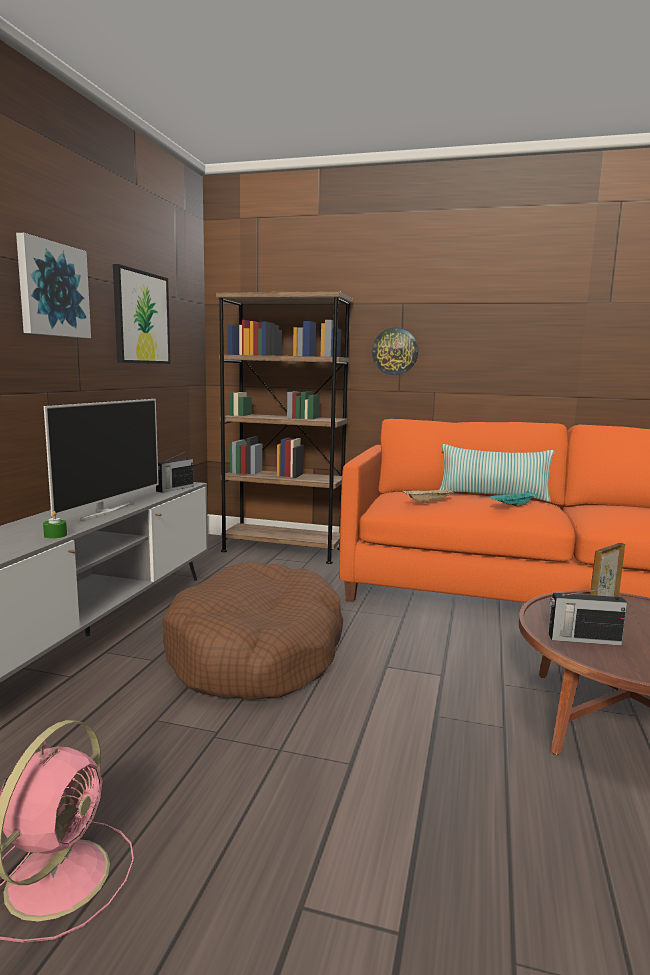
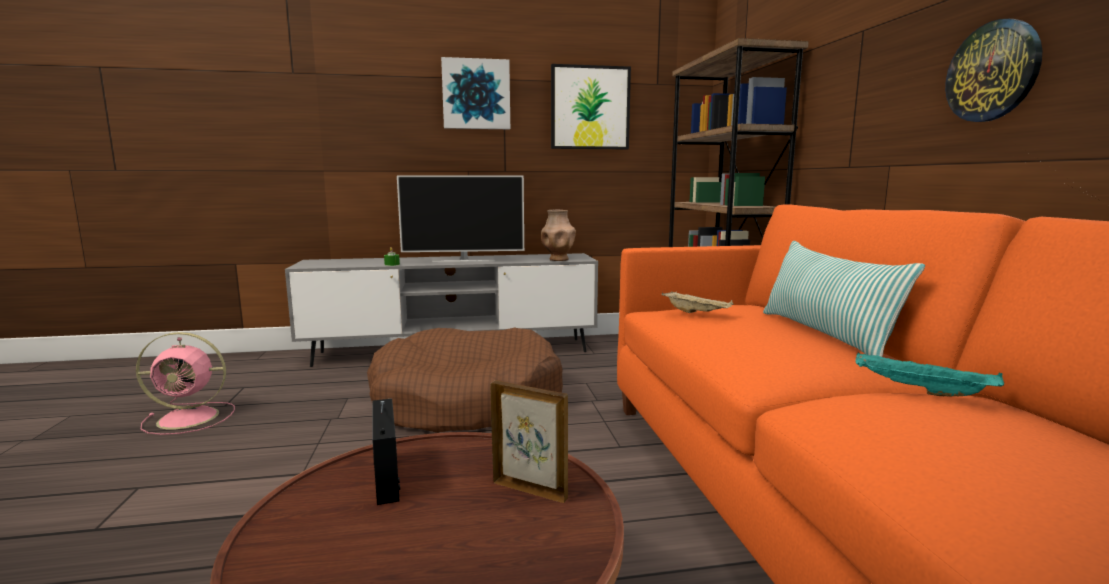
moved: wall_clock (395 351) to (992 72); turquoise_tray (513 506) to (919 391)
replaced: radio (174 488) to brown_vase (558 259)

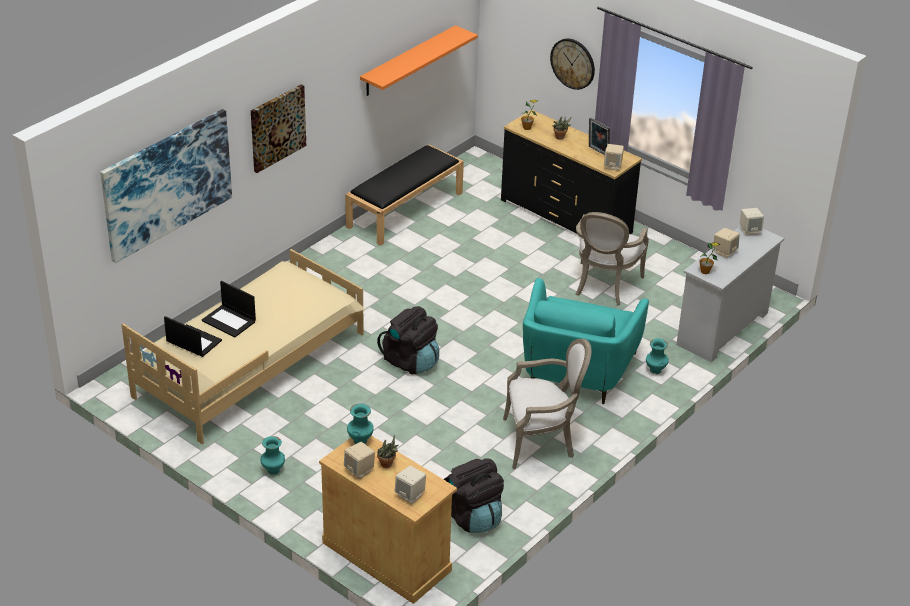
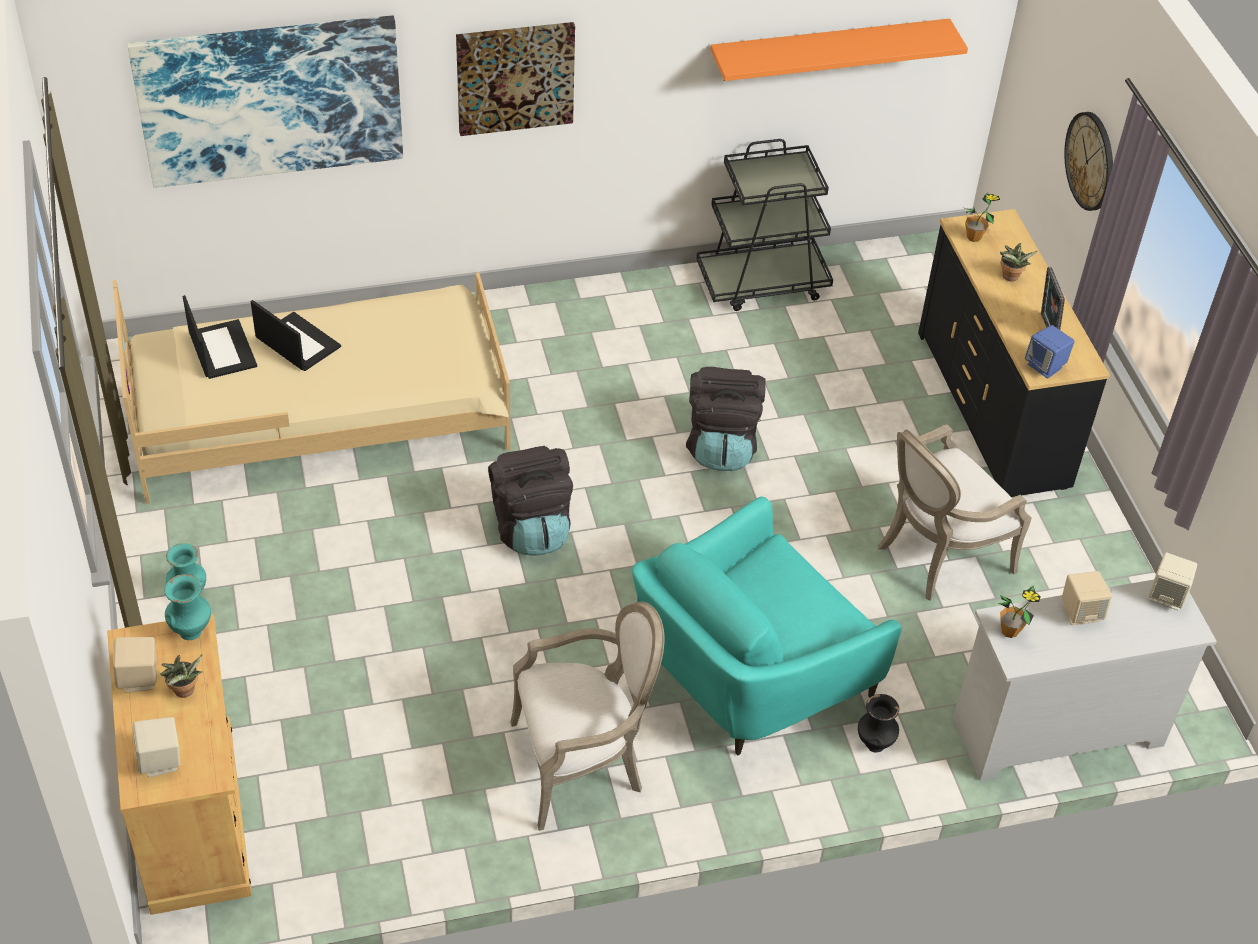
moved: black_backpack (473 516) to (721 446)
replaced: black_bench (405 209) to black_cart (763 282)
recoloured: beige_speaker (613 166) to blue_speaker (1045 366); turquoise_vase (655 371) to black_vase (874 744)
turned: laptop (229 321) = (296 342) 150 degrees clockwise; armchair (542 441) = (583 764) 45 degrees counterclockwise

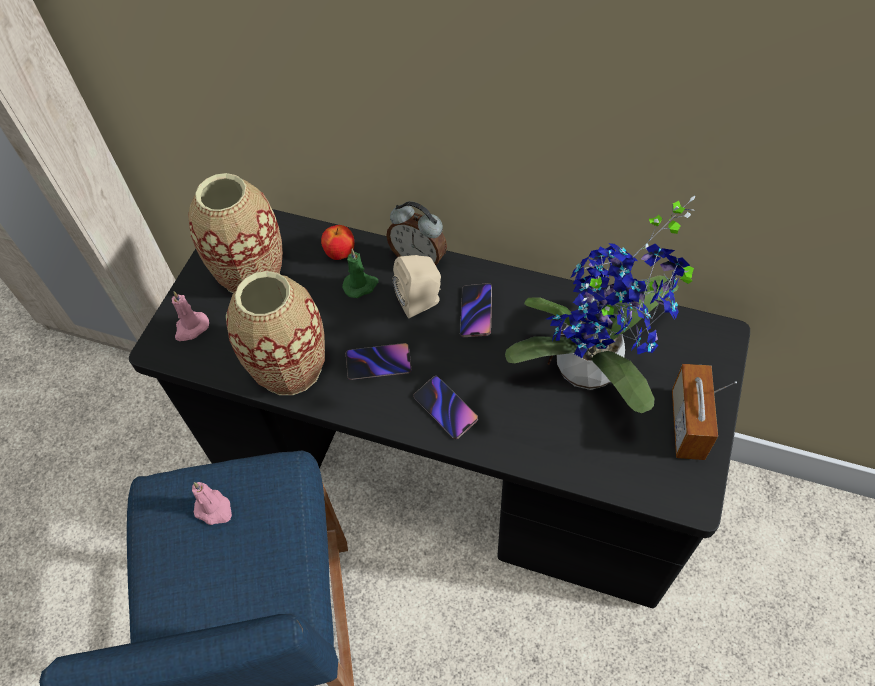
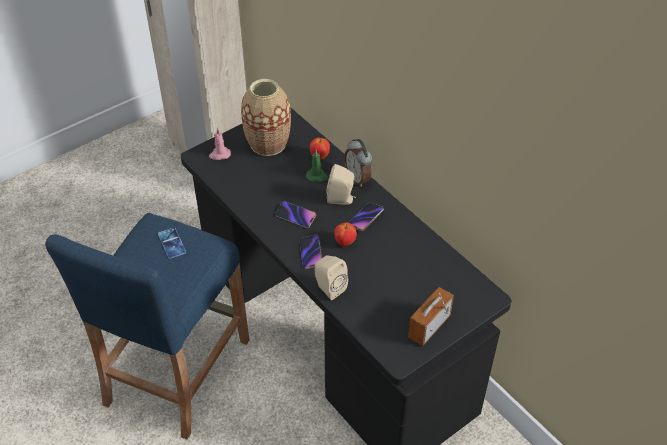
removed: vase (290 367); potted_plant (594 371)
added: beige_speaker (329 288); apple (345 242)
replaced: pink_candle (214 509) to phone (171 243)

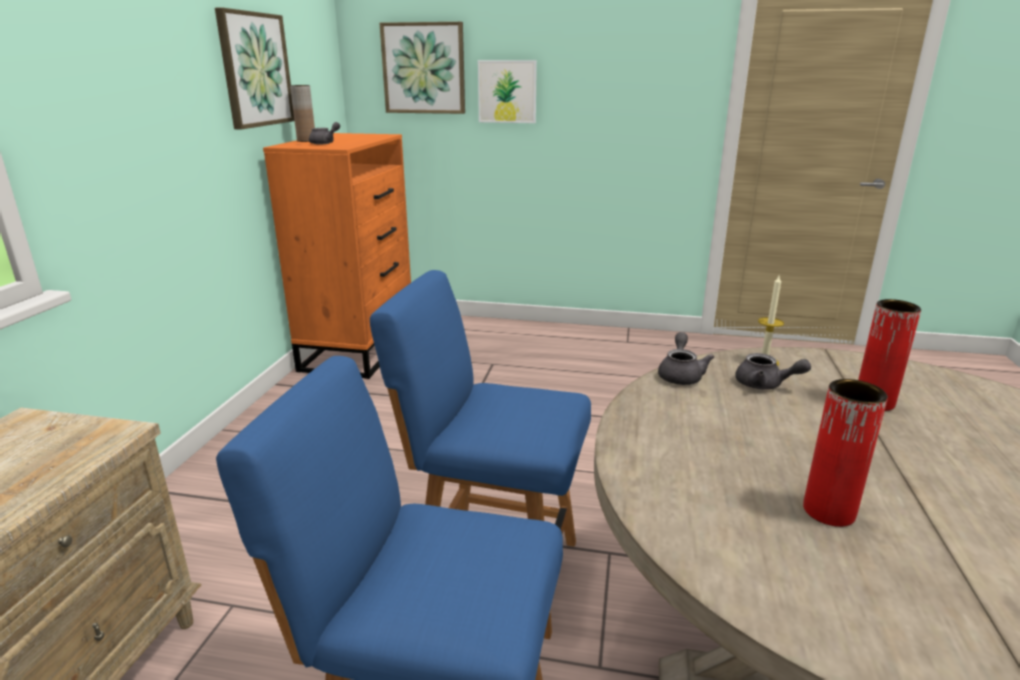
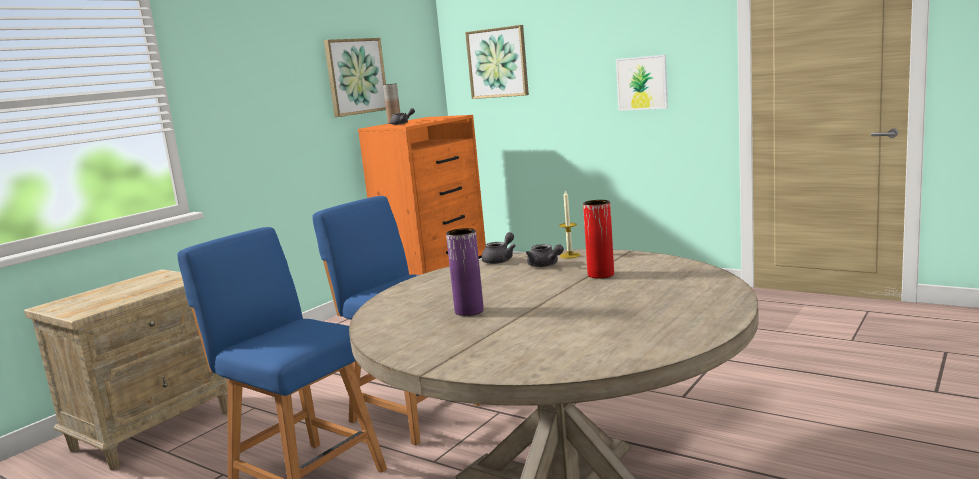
moved: picture (507 91) to (642 83)
recoloured: red_vase (828 511) to purple_vase (469 311)

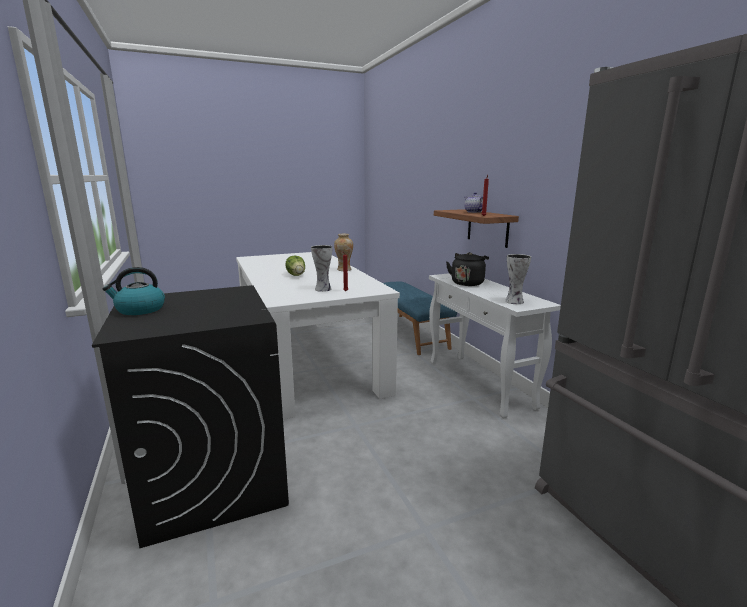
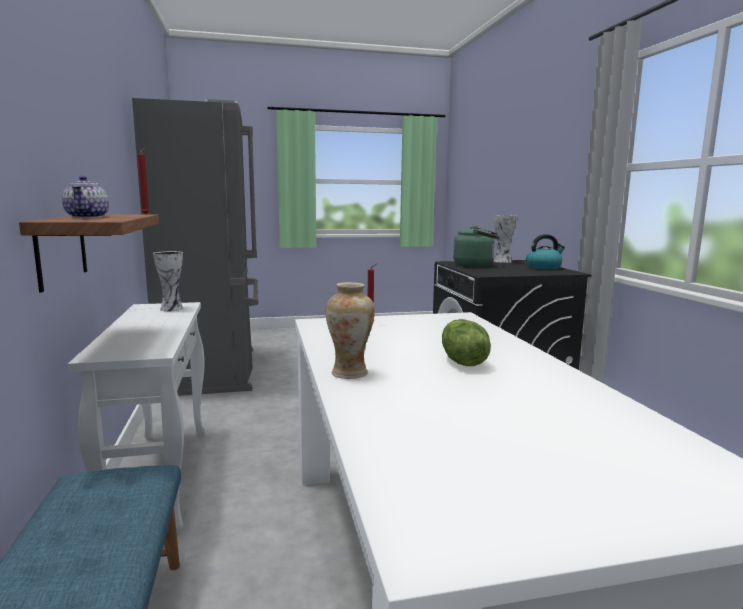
removed: black_kettle (467 283)
added: green_kettle (476 265)
moved: vase (323 289) to (502 261)

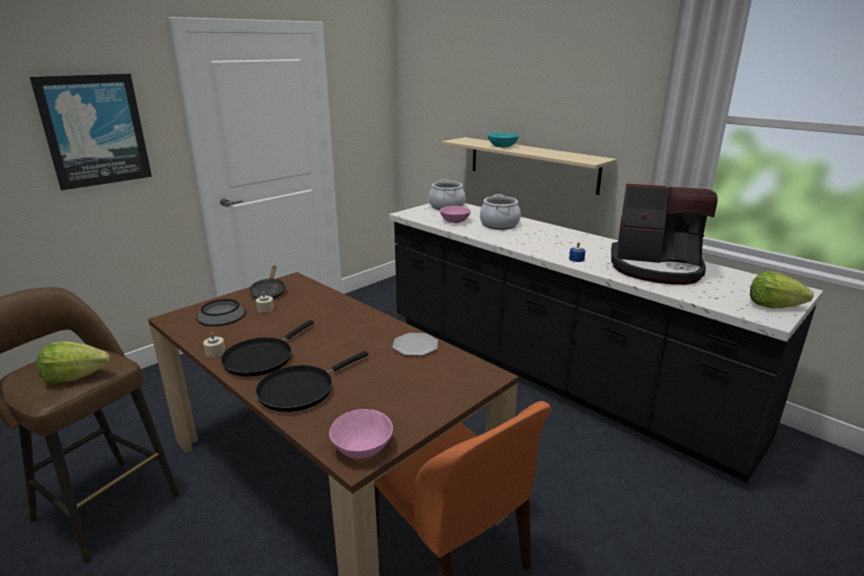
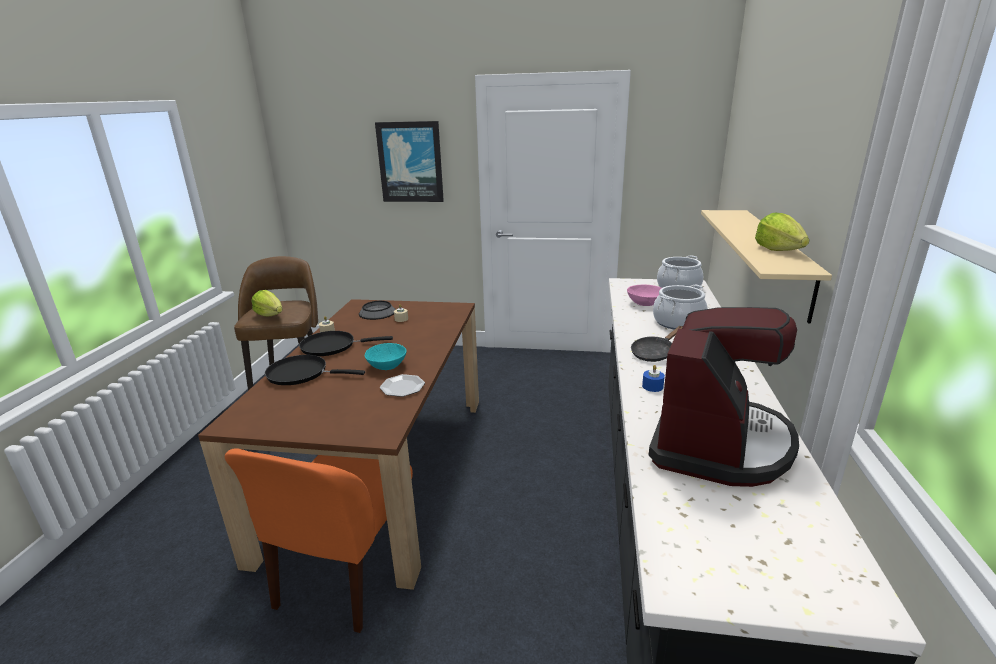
removed: pink_bowl (363 447)
moved: black_frying_pan (269 292) to (654 353); turquoise_bowl (502 146) to (387 365); lettuce (773 305) to (778 250)
turned: coffee_machine (656 268) = (718 443) 135 degrees counterclockwise

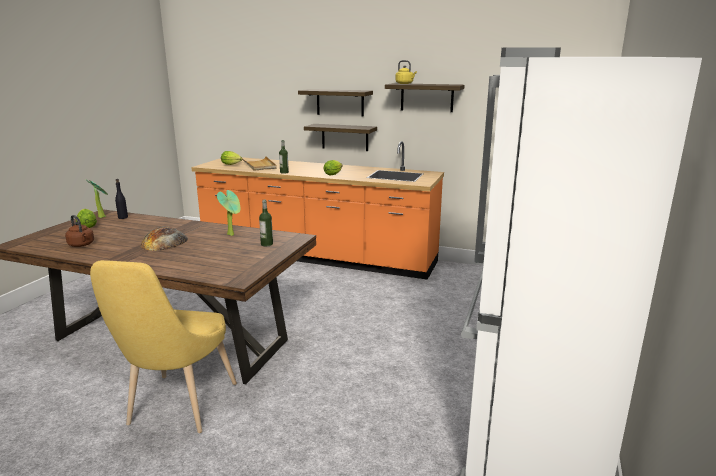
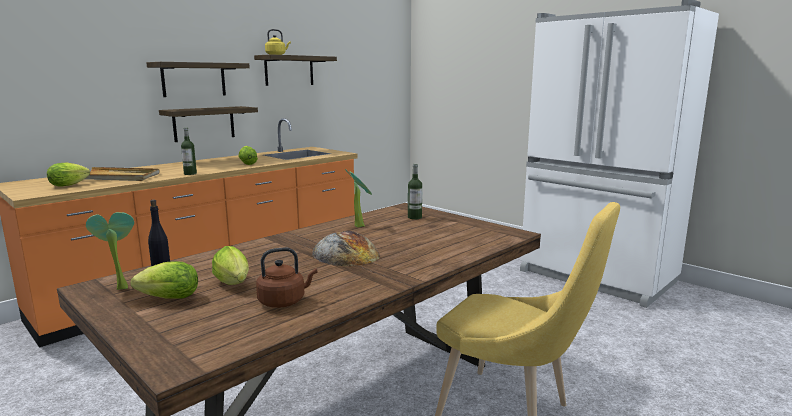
added: lettuce (234 284)

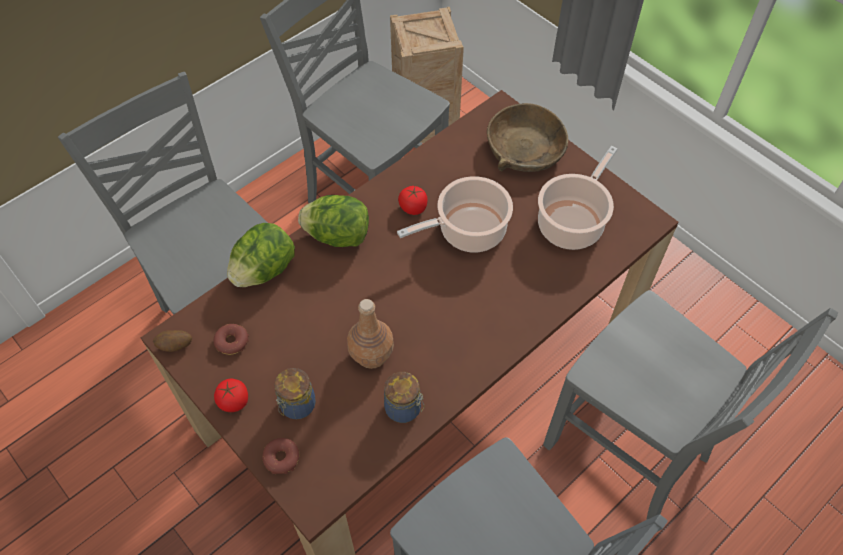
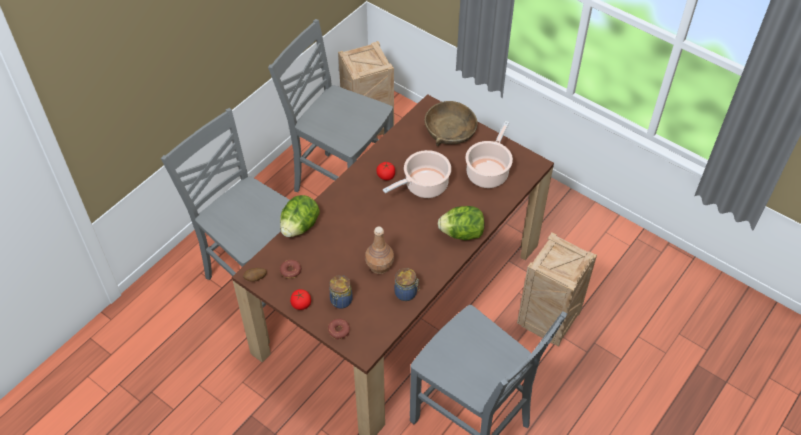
moved: lettuce (338 236) to (462 233)
replaced: grey_chair (629 453) to crate (548 323)

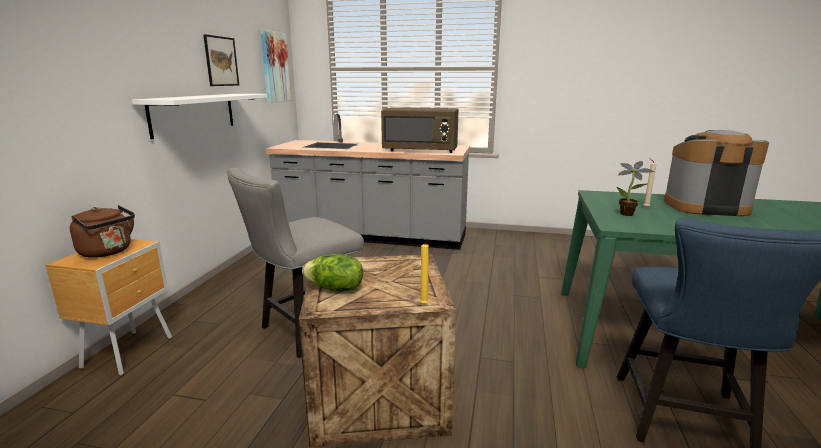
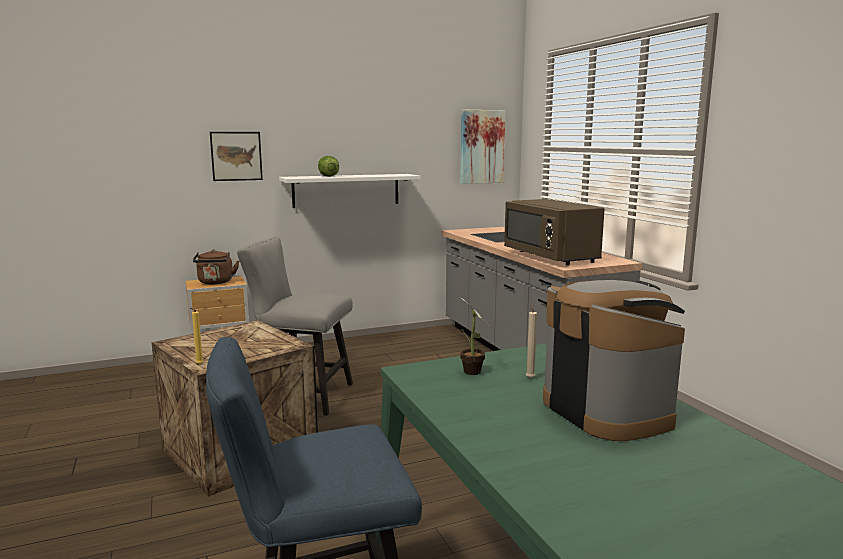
moved: picture (221 61) to (236 156); lettuce (335 289) to (327 176)

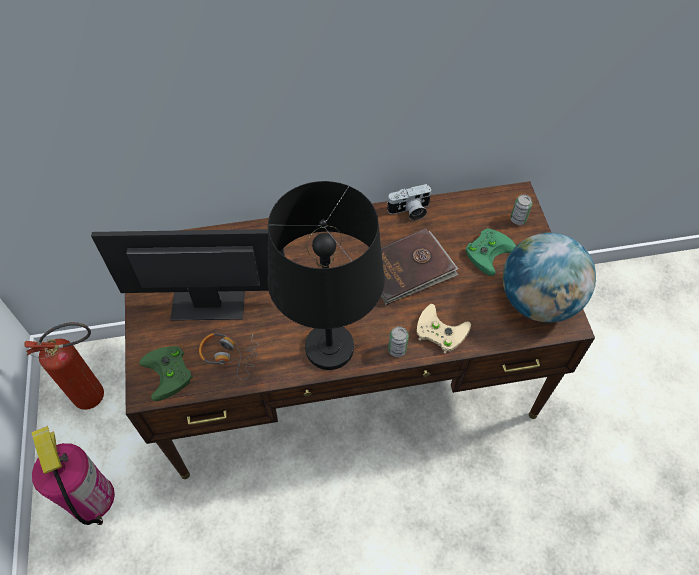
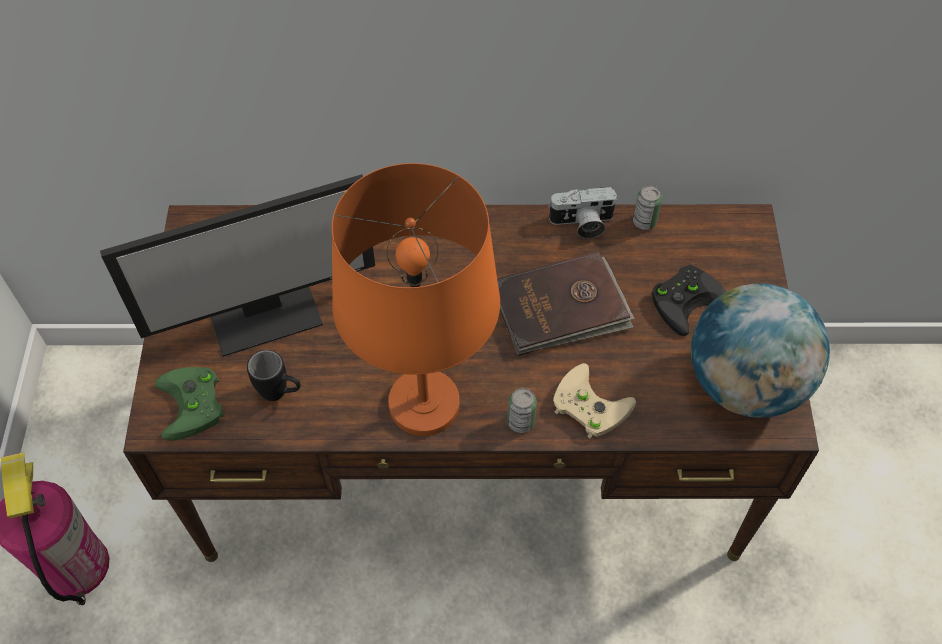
removed: fire_extinguisher (97 394)
moved: can (518 219) to (644 221)
replaced: headphones (229 356) to black_mug (281 393)
recoloured: black_table_lamp (330 347) to orange_table_lamp (425 403); green_game_controller (488 251) to black_game_controller (686 299)
turned: monitor (207 302) = (265 313) 150 degrees clockwise

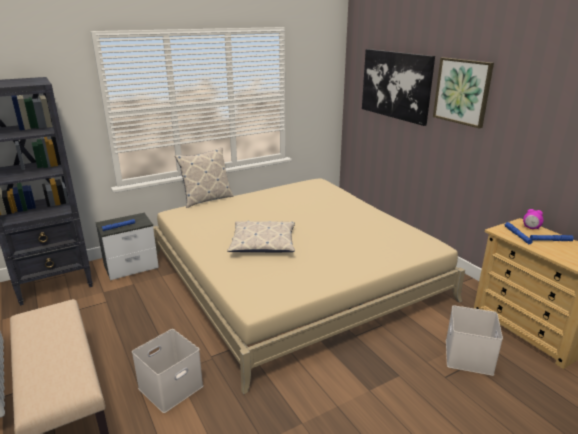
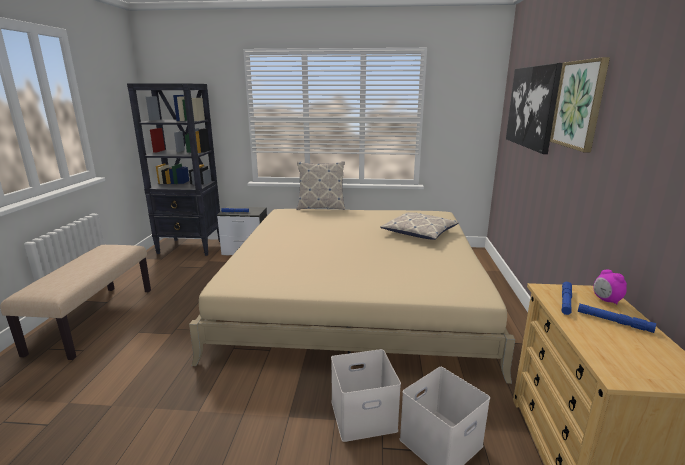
moved: white_storage_box (171 386) to (364 414); pillow (263 243) to (419 232)

